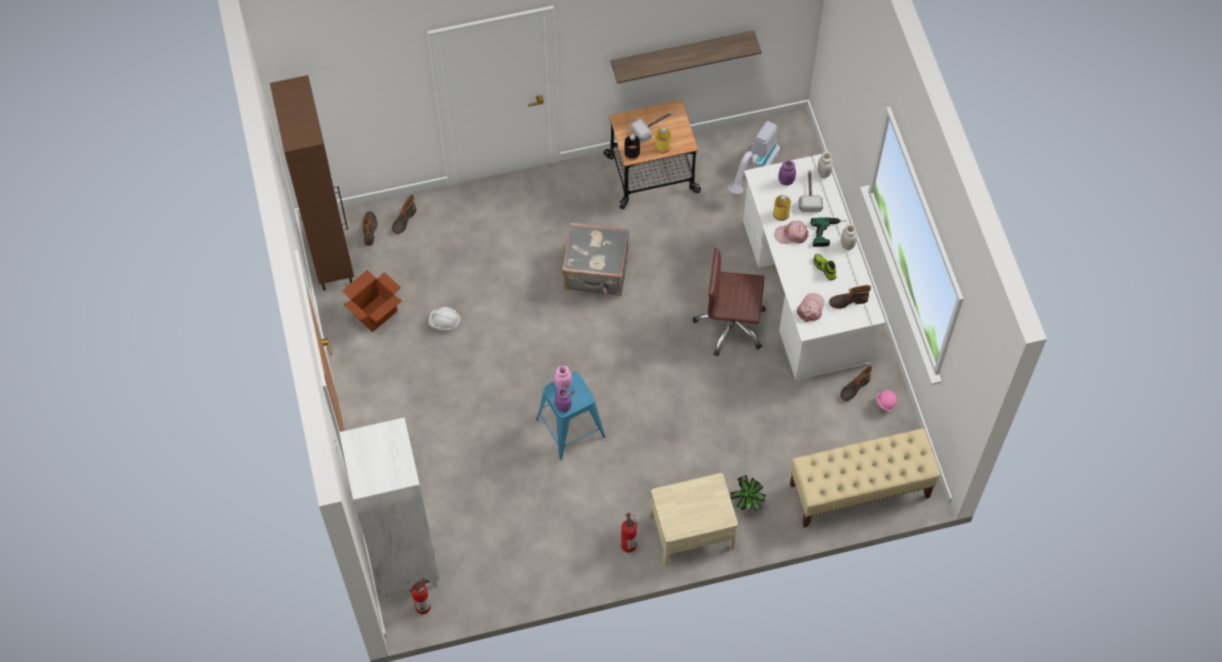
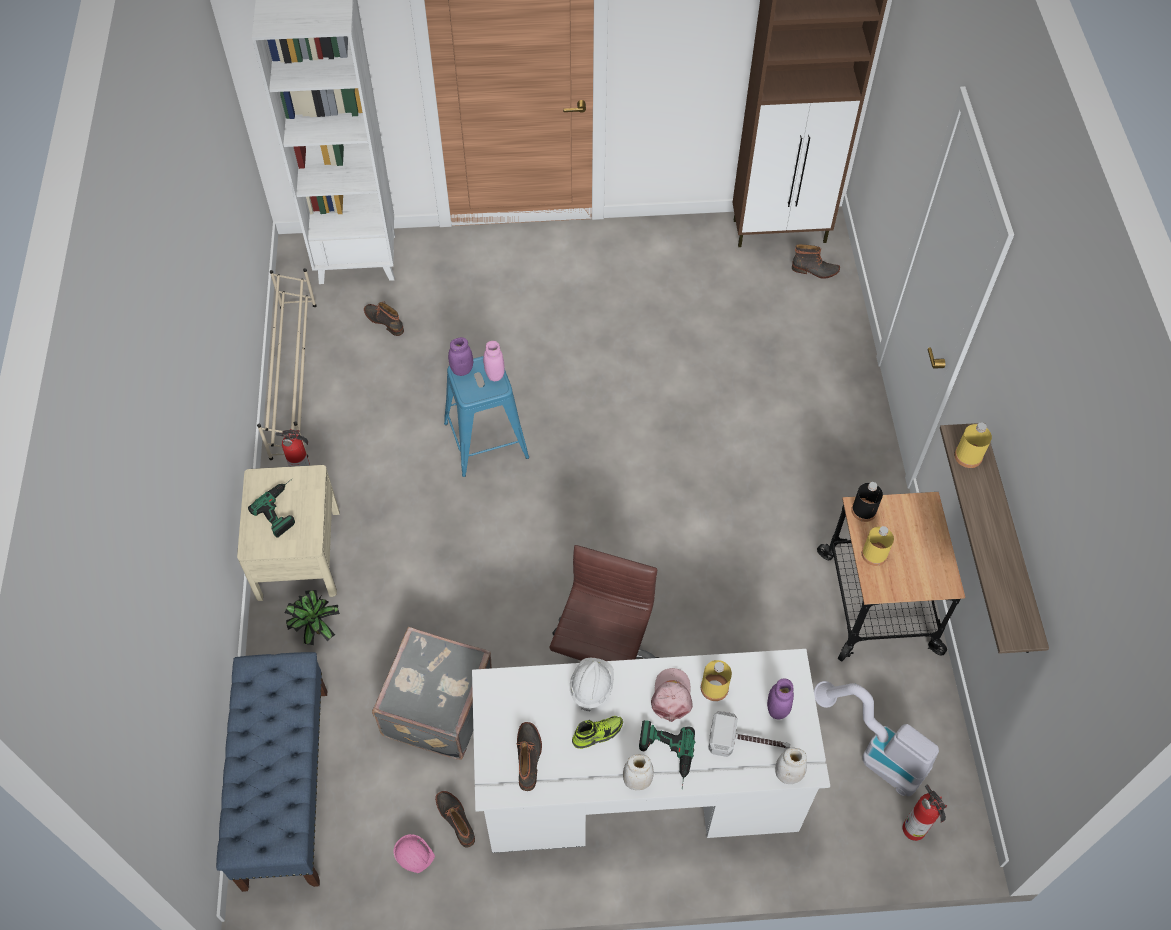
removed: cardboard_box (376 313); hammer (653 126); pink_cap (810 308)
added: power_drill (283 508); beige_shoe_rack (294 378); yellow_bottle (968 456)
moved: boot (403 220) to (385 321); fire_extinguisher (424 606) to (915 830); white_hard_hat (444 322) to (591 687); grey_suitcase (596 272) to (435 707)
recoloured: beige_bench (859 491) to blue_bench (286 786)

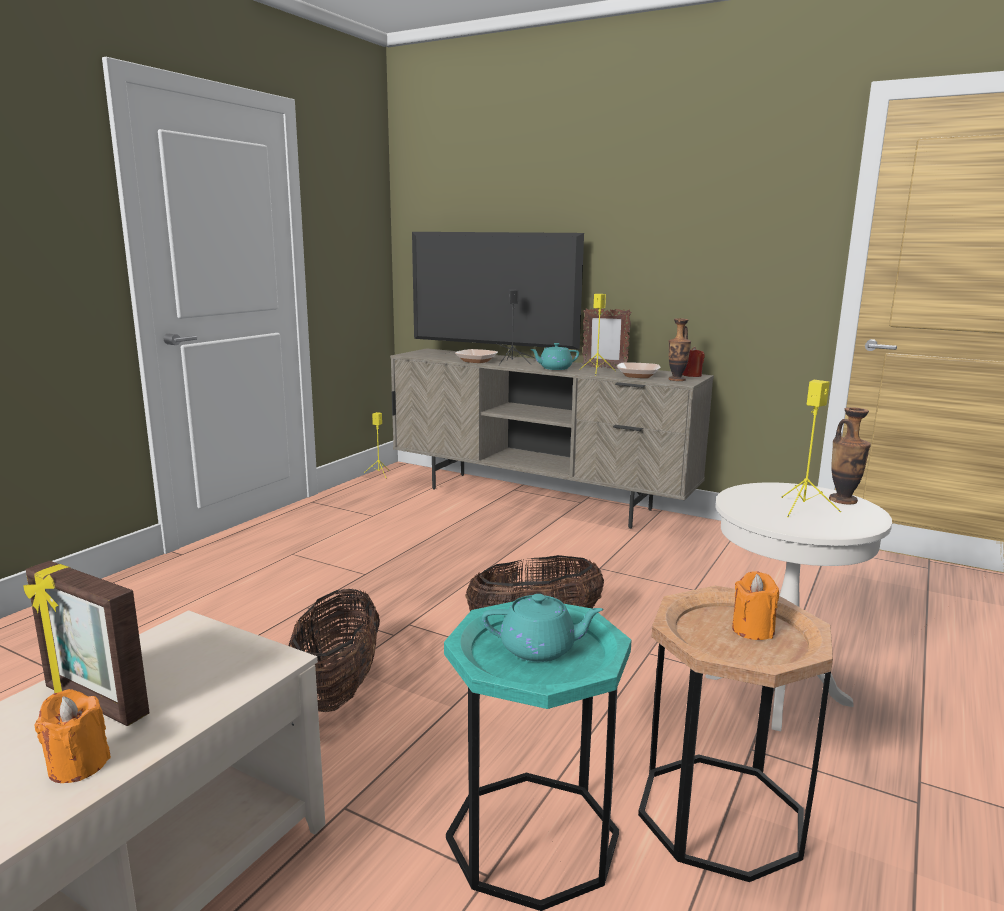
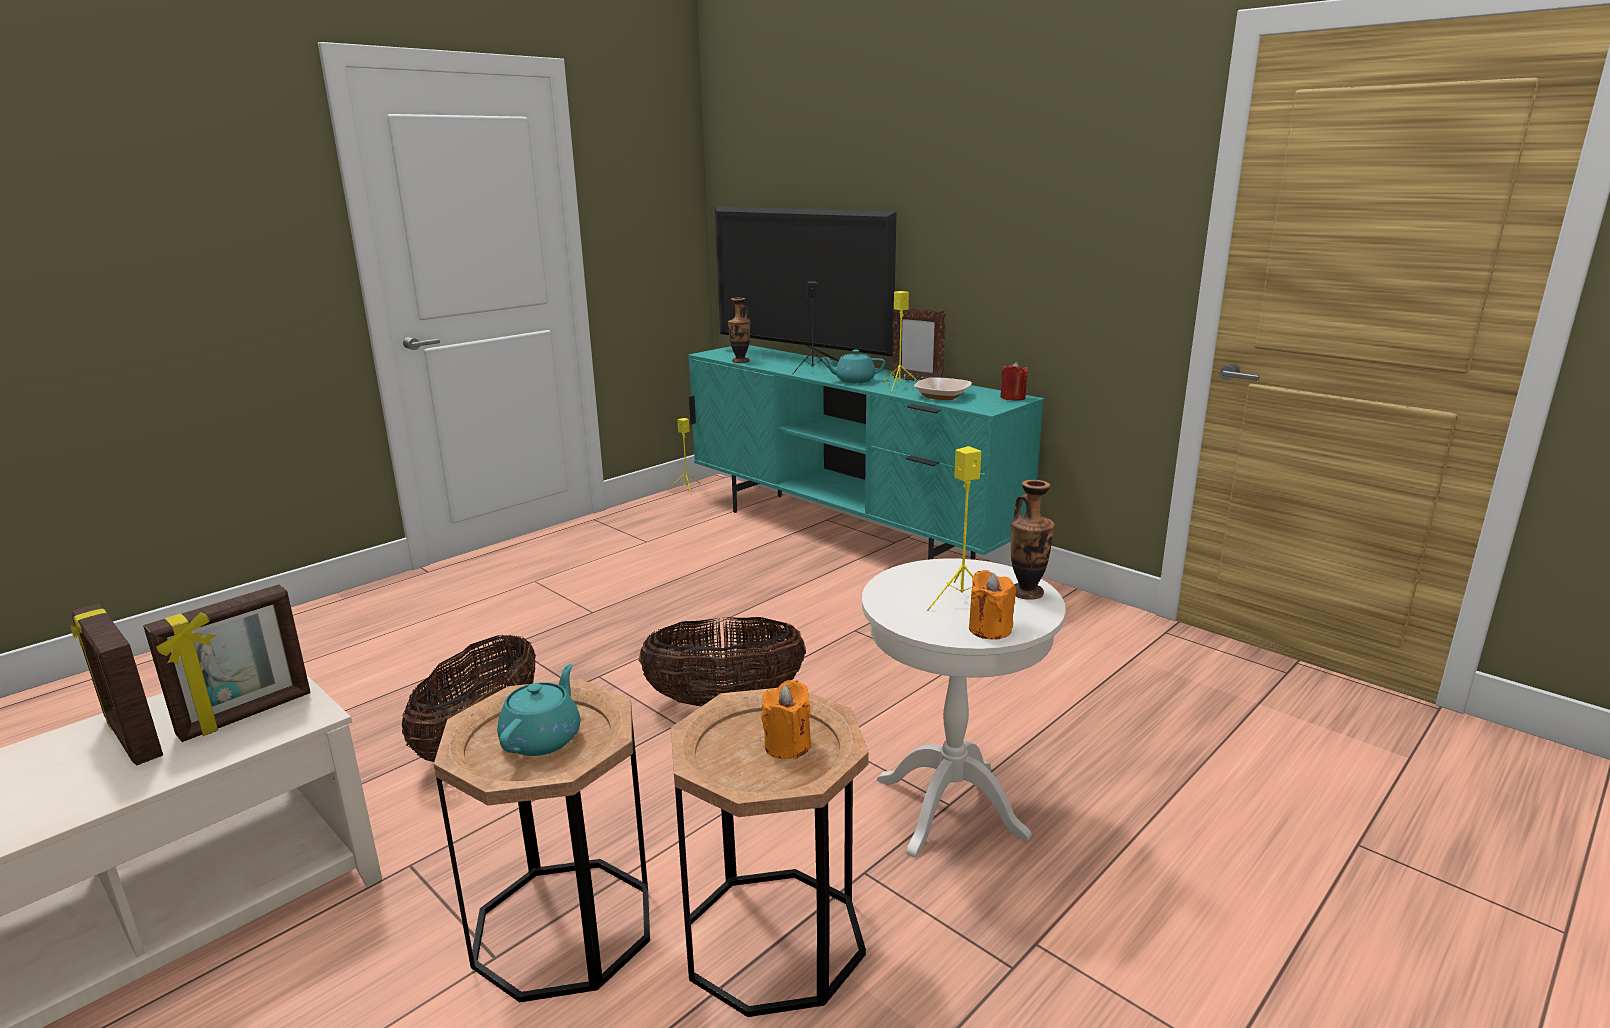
removed: bowl (476 361)
added: picture_frame (246 715)
moved: orange_candle (78 765) to (990 629); vase (676 380) to (740 361)
recoloured: beige_tv_stand (539 499) to turquoise_tv_stand (847 535); turquoise_side_table (532 836) to brown_side_table (563 926)
turned: turquoise_teapot (540 649) = (543 738) 90 degrees counterclockwise

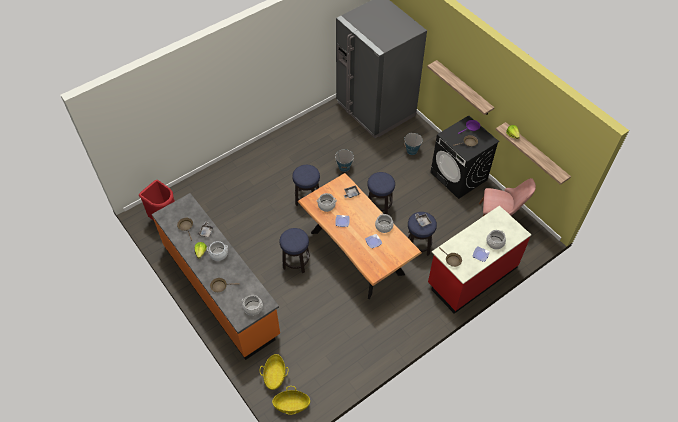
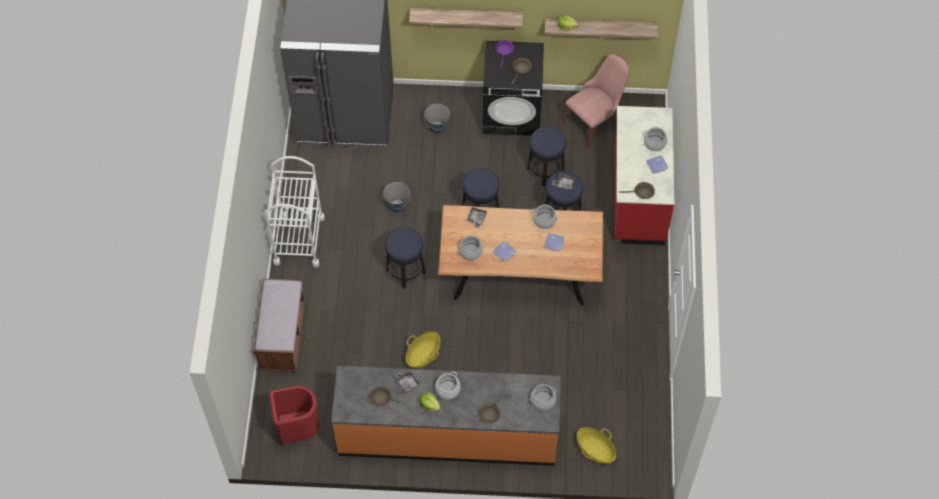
added: brown_bench (282 337); white_cart (299 240)
moved: basket (291 405) to (423 355); stool (296 262) to (545 170)

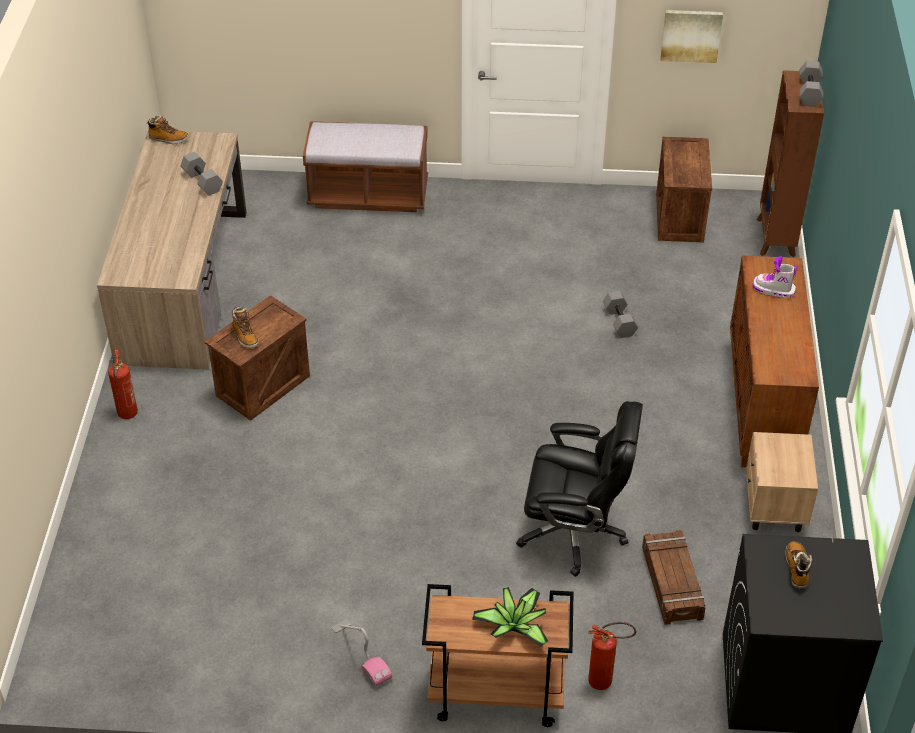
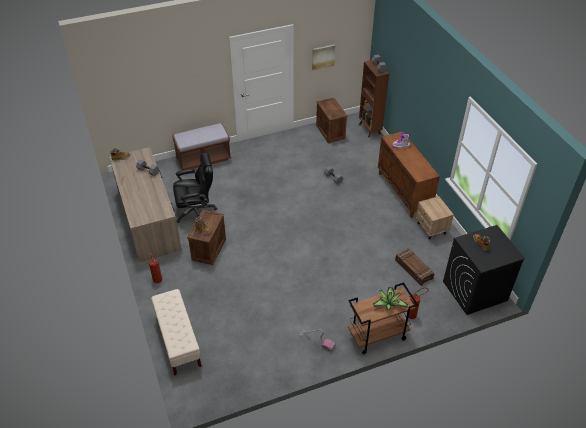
added: beige_bench (178 341)
moved: black_office_chair (575 531) to (196 211)

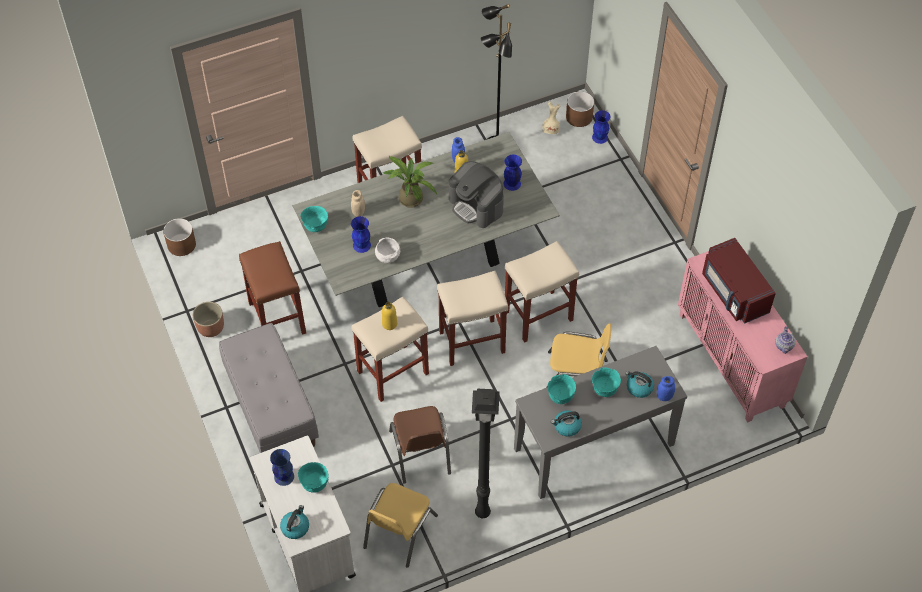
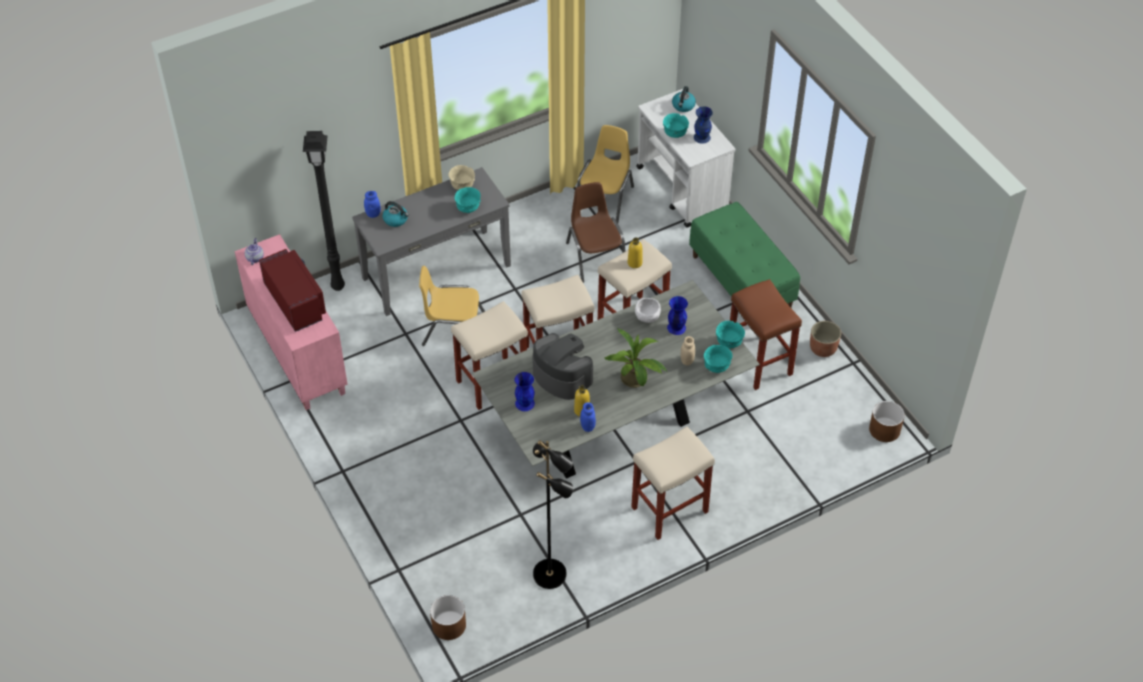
removed: beige_vase (551 130); blue_vase (600 137)
moved: black_floor_lamp (483 514) to (337 286); turquoise_bowl (604 389) to (716 367)
replaced: kettle (566 426) to beige_bowl (462 186)
recoloured: grey_bench (271 408) to green_bench (742 283)

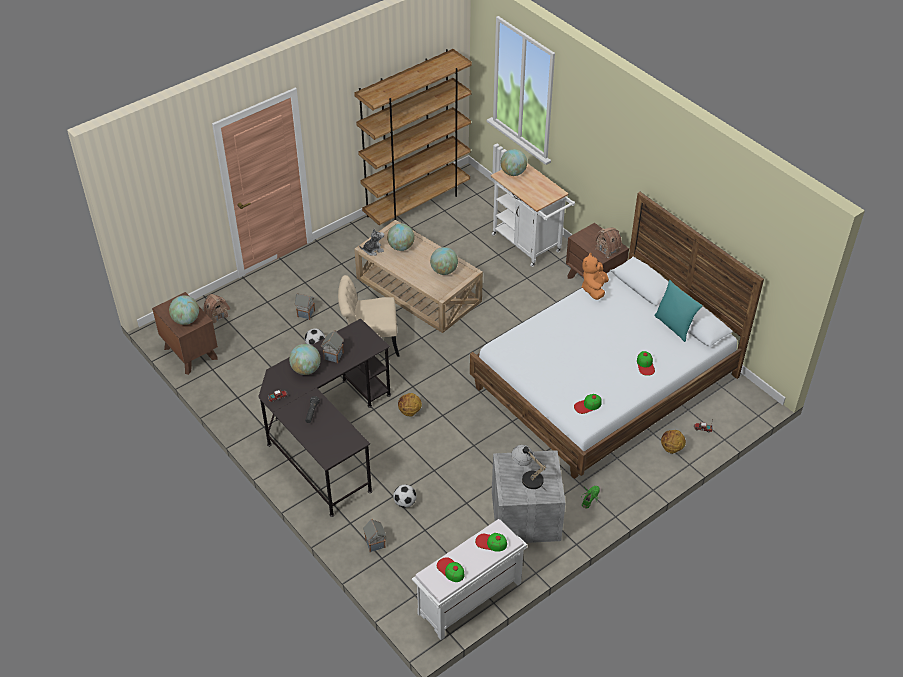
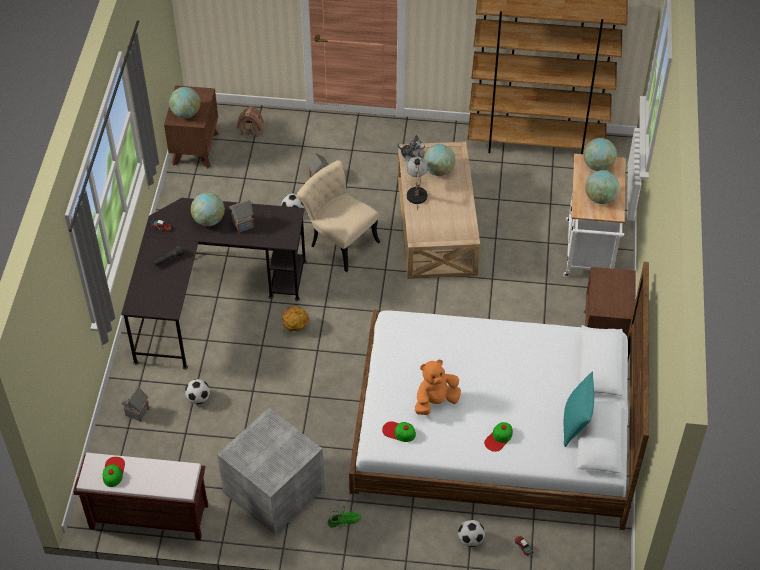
removed: cap (491 542); toy_house (607 249)
moved: globe (444 271) to (600 198); table_lamp (527 477) to (416 191); orange_plush_toy (594 289) to (435 401)
replaced: basketball (671 448) to football (470 539)
recoloured: white_bench (469 599) to brown_bench (147 517)

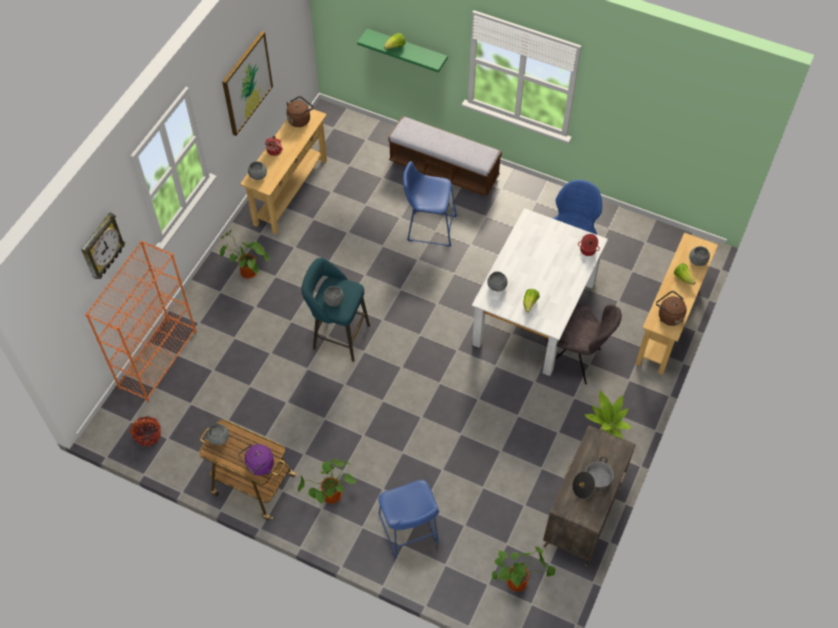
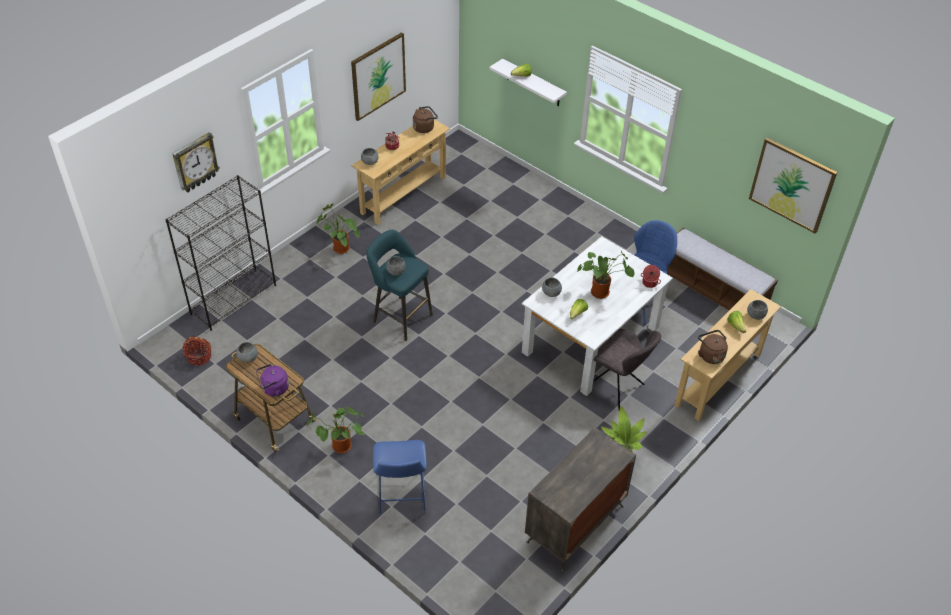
removed: blue_stool (429 227); cooking_pot (592 483)
added: picture (792 185)
moved: bench (444 170) to (713 289); potted_plant (519 580) to (602 292)
recoloured: orange_bookcase (158 359) to black_bookcase (234 299); green_shelf (407 50) to white_shelf (533 83)

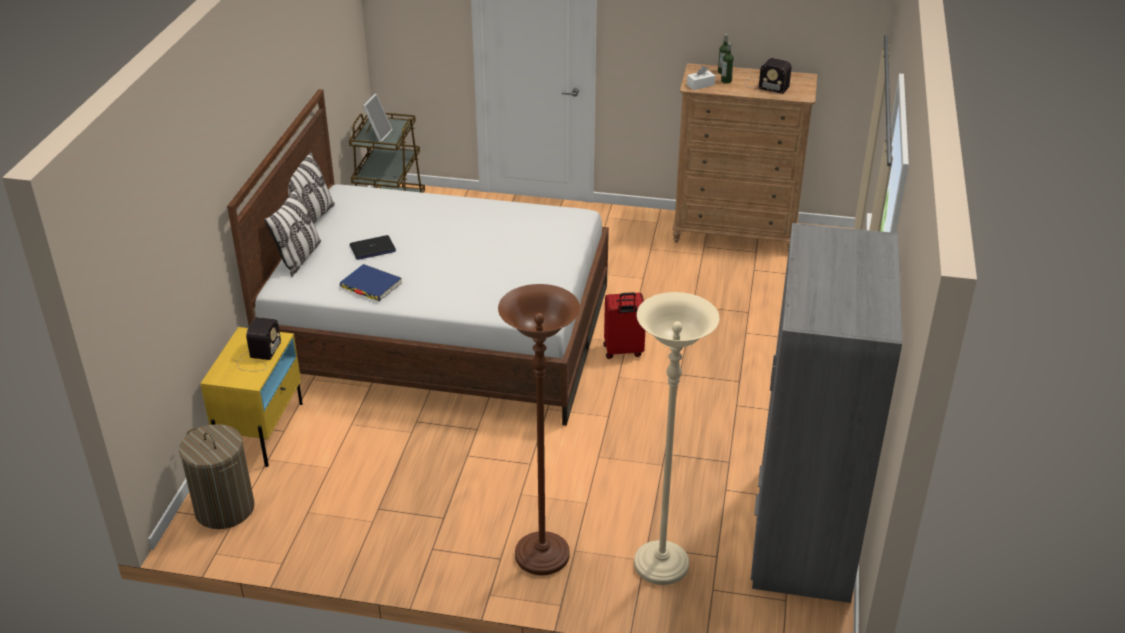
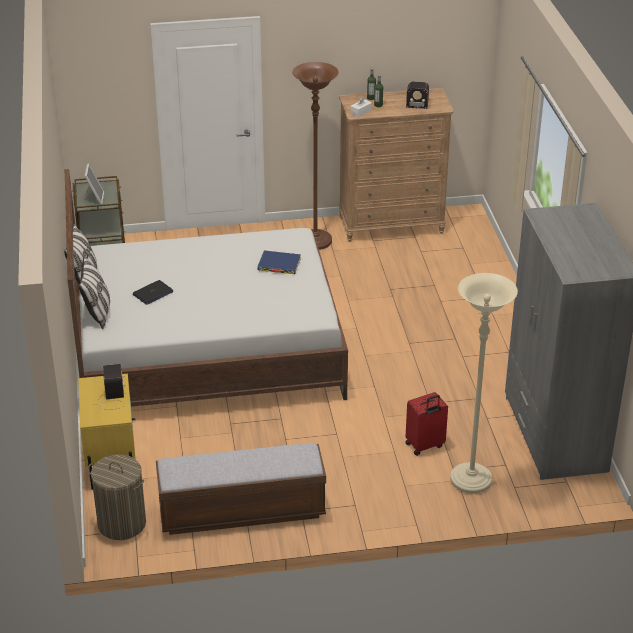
added: bench (242 511)
moved: blue_book (371 285) to (279 264); brown_floor_lamp (542 556) to (315 241); red_suitcase (623 351) to (425 445)

